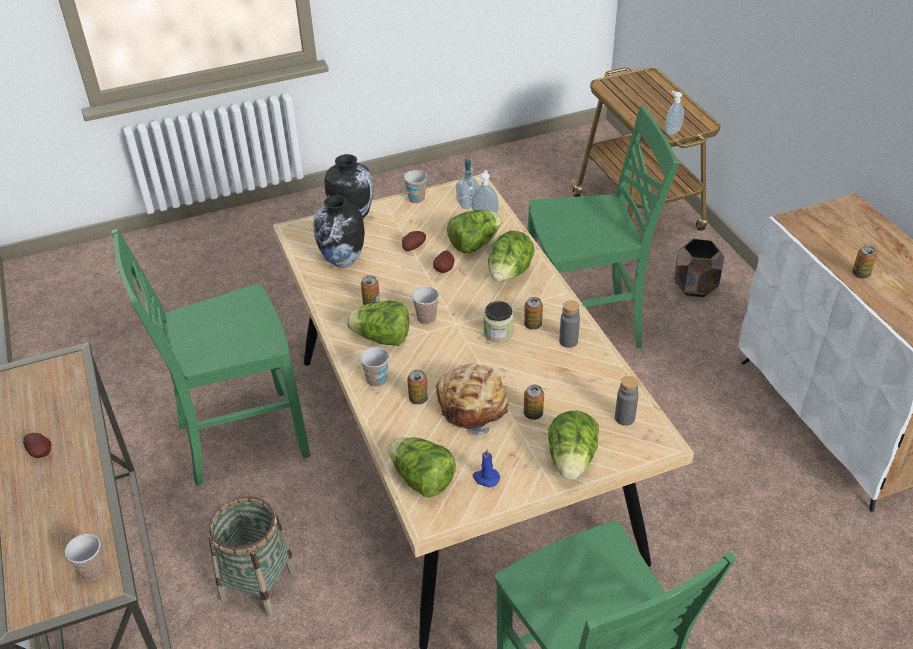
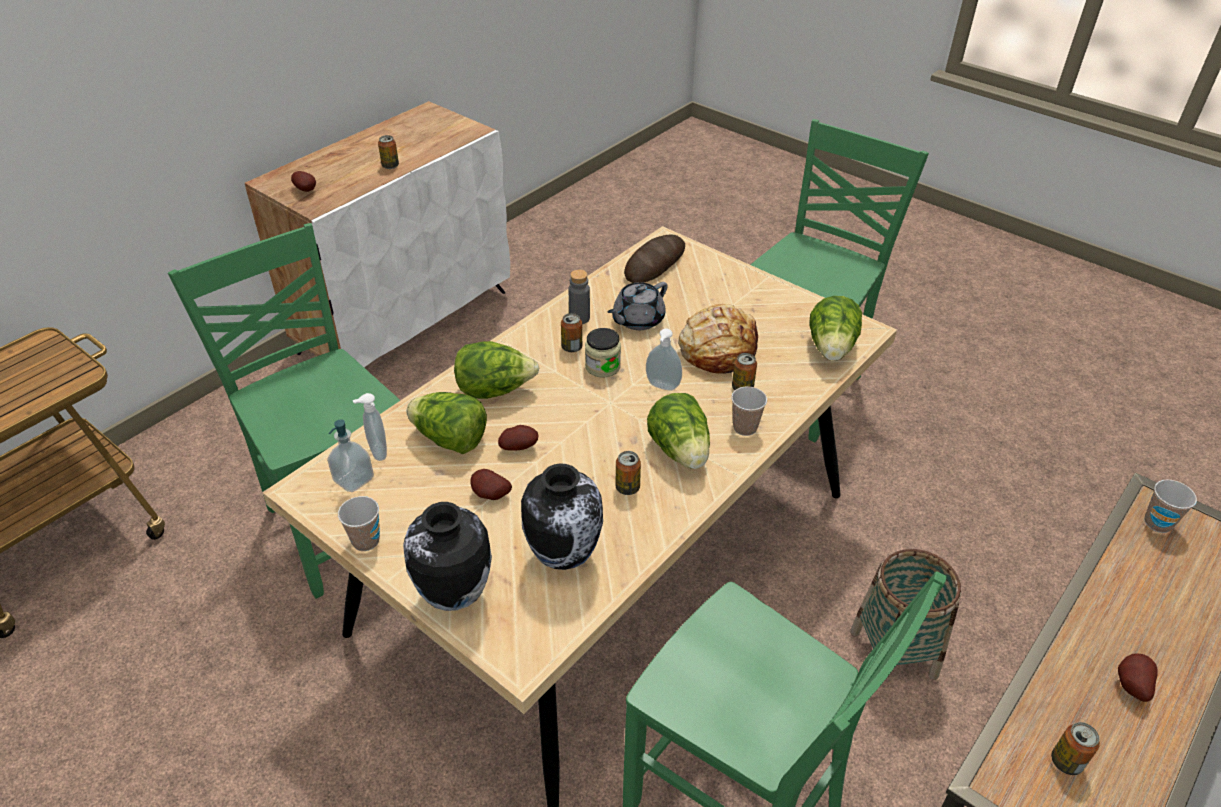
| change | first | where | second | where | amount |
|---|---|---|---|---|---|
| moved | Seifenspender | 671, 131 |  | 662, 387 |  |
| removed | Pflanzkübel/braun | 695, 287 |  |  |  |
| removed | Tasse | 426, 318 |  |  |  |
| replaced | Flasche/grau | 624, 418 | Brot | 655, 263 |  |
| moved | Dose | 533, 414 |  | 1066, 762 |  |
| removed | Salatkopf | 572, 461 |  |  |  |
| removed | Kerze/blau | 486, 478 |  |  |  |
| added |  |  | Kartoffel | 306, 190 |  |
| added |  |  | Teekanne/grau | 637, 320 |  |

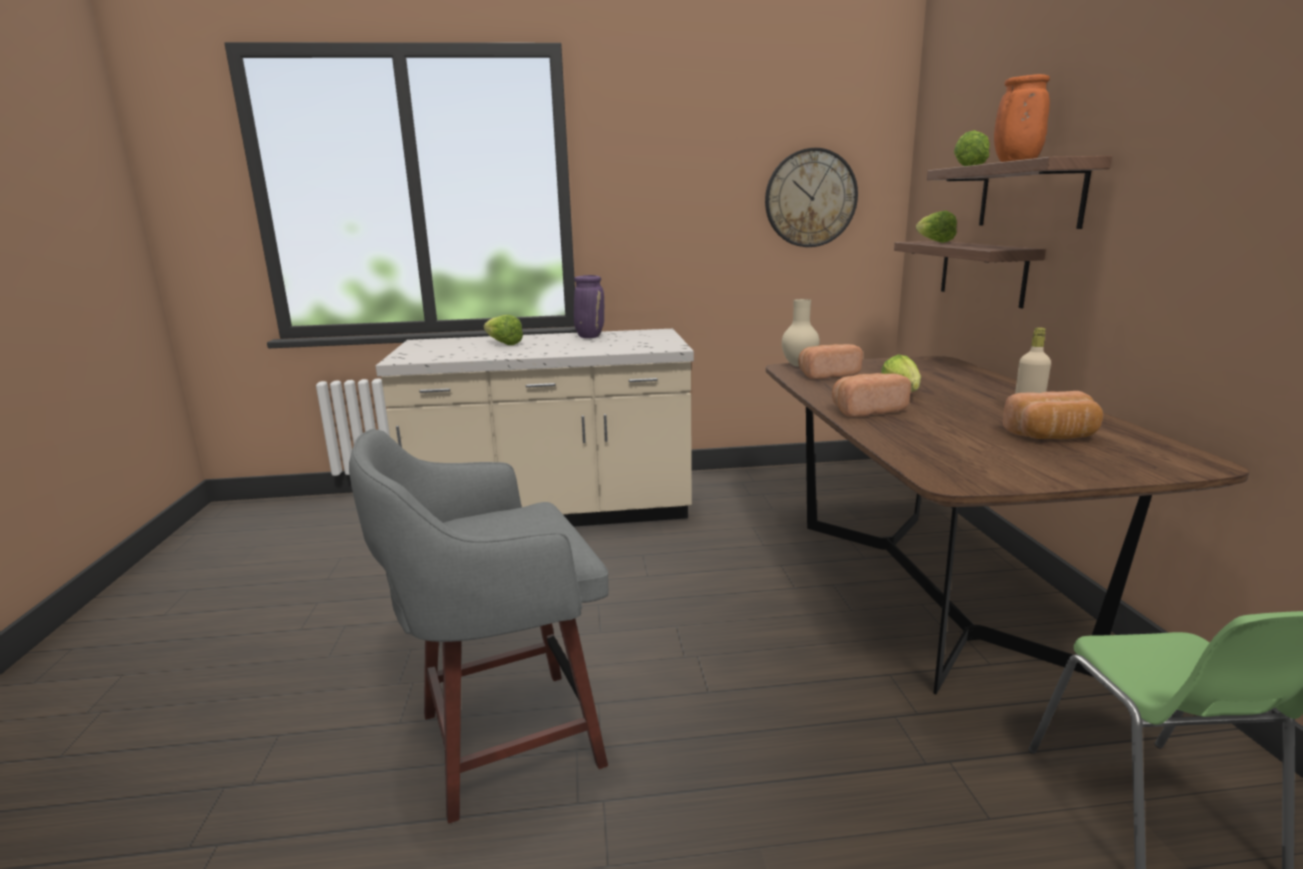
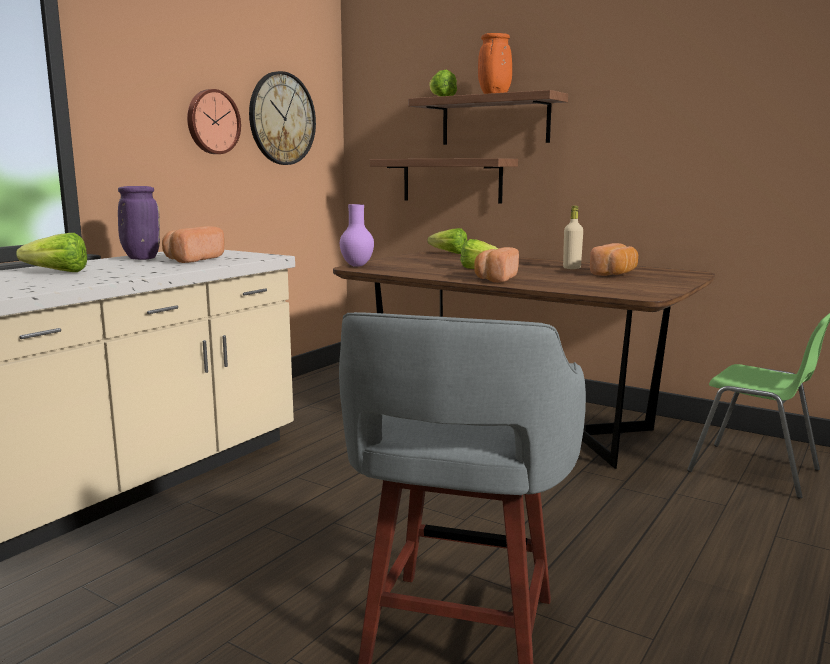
| change | first | where | second | where | amount |
|---|---|---|---|---|---|
| moved | Salatkopf | 932, 242 |  | 446, 253 |  |
| recoloured | Vase/beige | 798, 365 | Vase/lila | 356, 265 |  |
| moved | Brot | 826, 375 |  | 192, 260 |  |
| added |  |  | Wanduhr | 212, 122 |  |

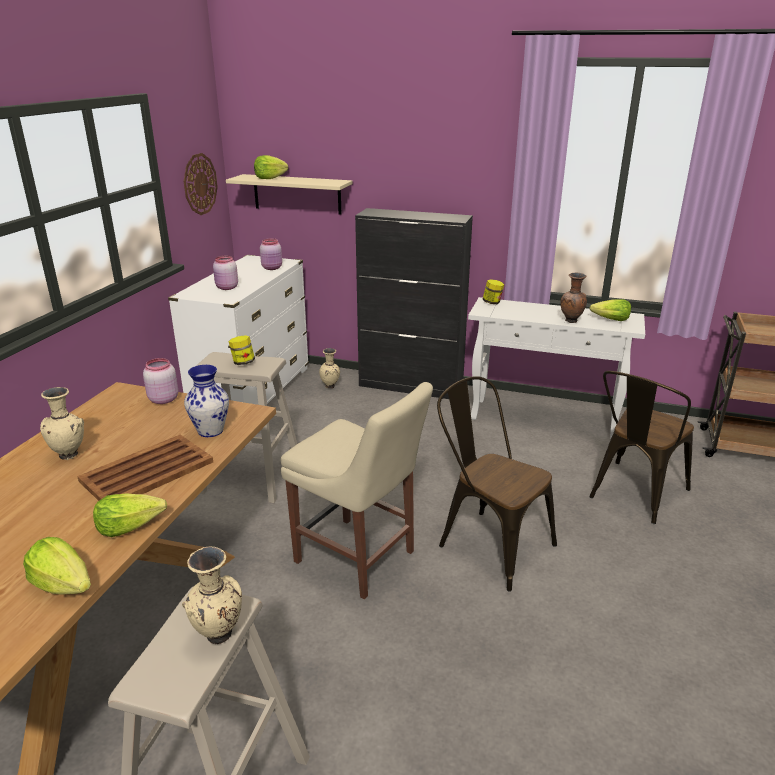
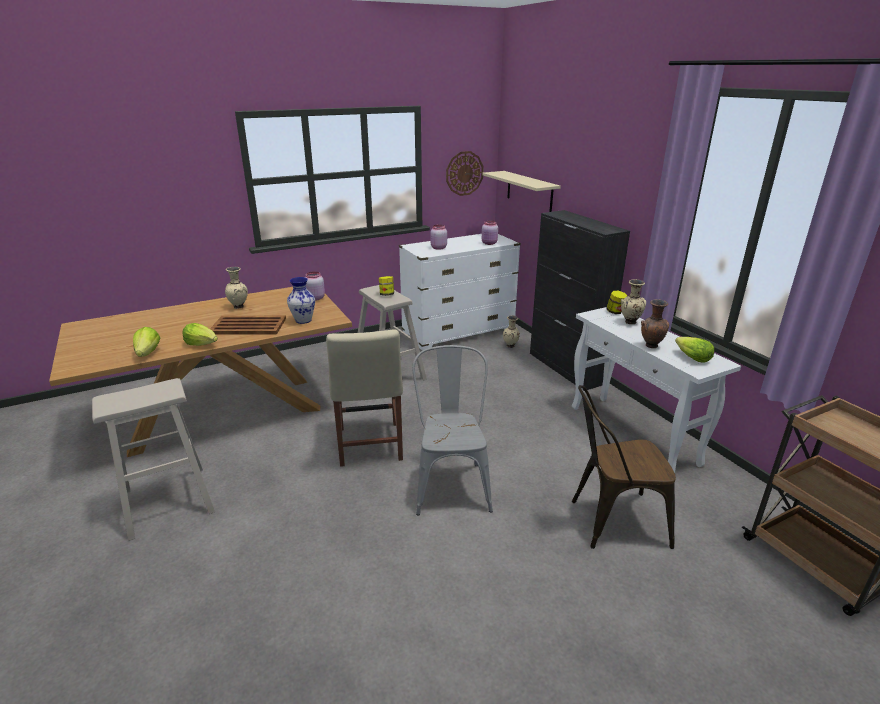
| change | first | where | second | where | amount |
|---|---|---|---|---|---|
| removed | Salatkopf | 270, 178 |  |  |  |
| recoloured | Stuhl/braun | 488, 543 | Stuhl/grau | 451, 483 |  |
| moved | Vase/beige | 219, 637 |  | 630, 323 |  |

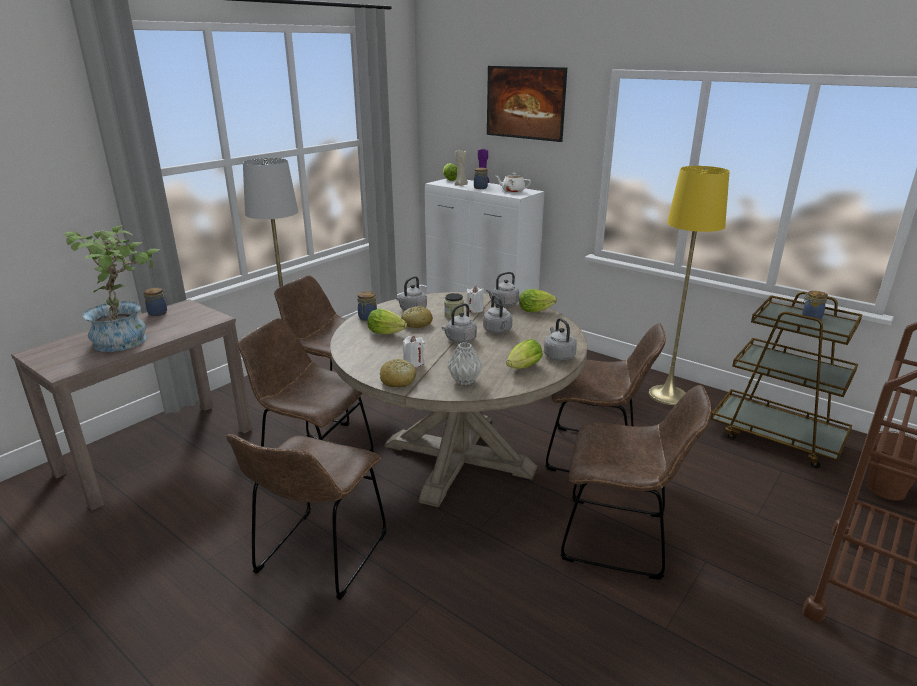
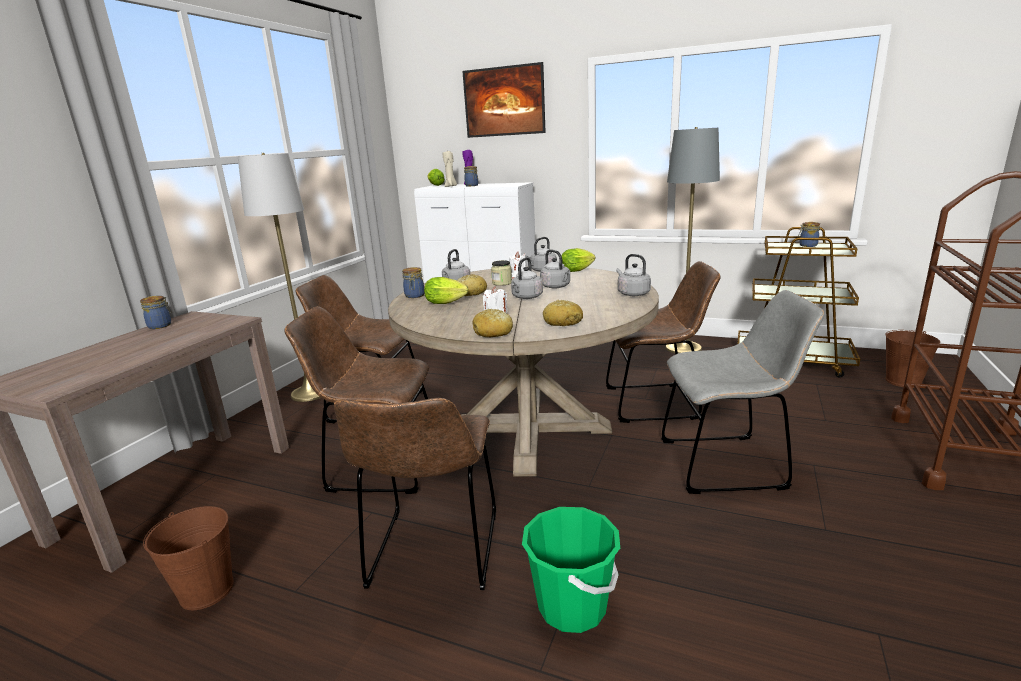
| change | first | where | second | where | amount |
|---|---|---|---|---|---|
| recoloured | Stehlampe/gelb | 668, 395 | Stehlampe/grau | 683, 348 |  |
| removed | Teekanne/weiß | 512, 191 |  |  |  |
| removed | Topfpflanze | 128, 339 |  |  |  |
| removed | Salatkopf | 522, 368 |  |  |  |
| replaced | Vase/grau | 465, 380 | Brot | 563, 322 |  |
| recoloured | Stuhl/braun | 621, 538 | Stuhl/grau | 728, 463 |  |
| added |  |  | Eimer/braun | 207, 590 |  |
| added |  |  | Eimer/grün | 572, 606 |  |

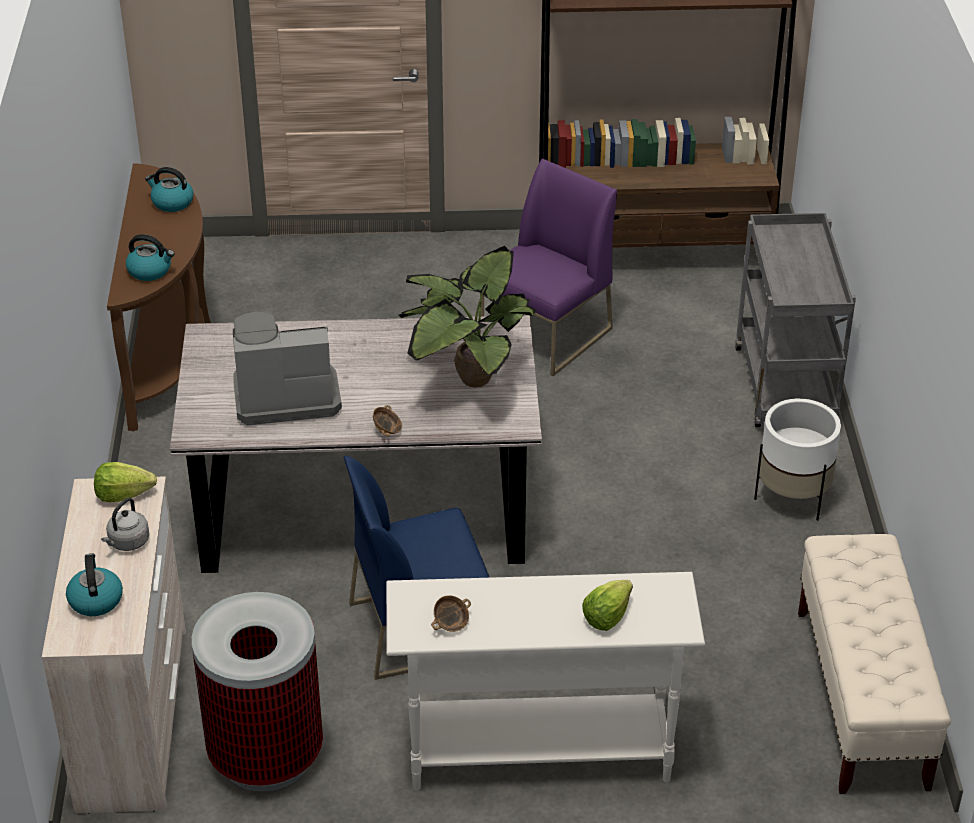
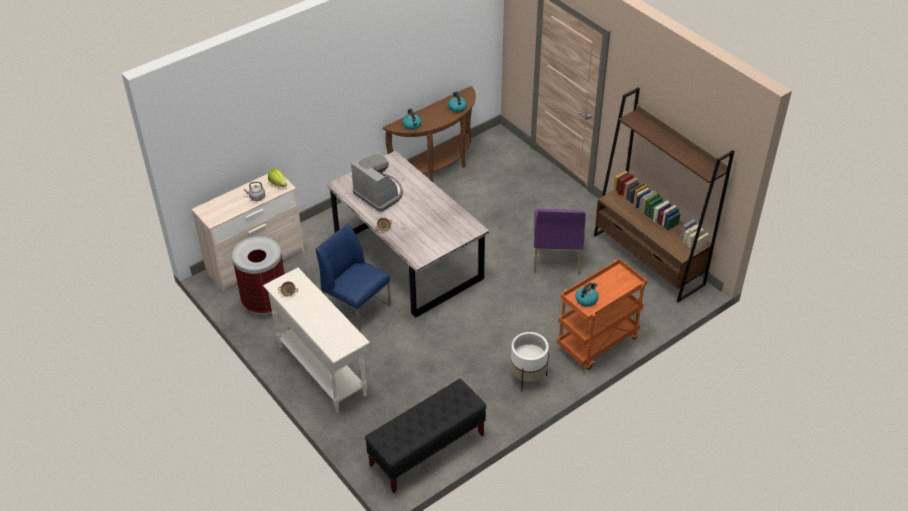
| change | first | where | second | where | amount |
|---|---|---|---|---|---|
| turned | Stuhl/lila | 546, 335 |  | 556, 256 | 90 degrees clockwise |
| recoloured | Rollwagen/grau | 786, 389 | Rollwagen/orange | 597, 344 |  |
| removed | Topfpflanze | 469, 378 |  |  |  |
| recoloured | Bank/beige | 861, 699 | Bank/schwarz | 427, 450 |  |
| moved | Wasserkessel | 95, 599 |  | 586, 299 |  |
| removed | Salatkopf | 607, 616 |  |  |  |

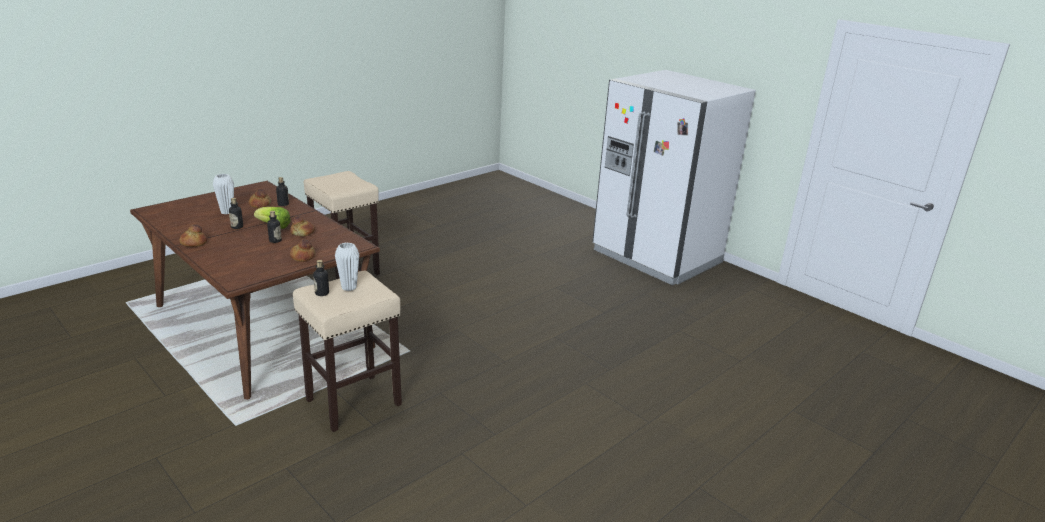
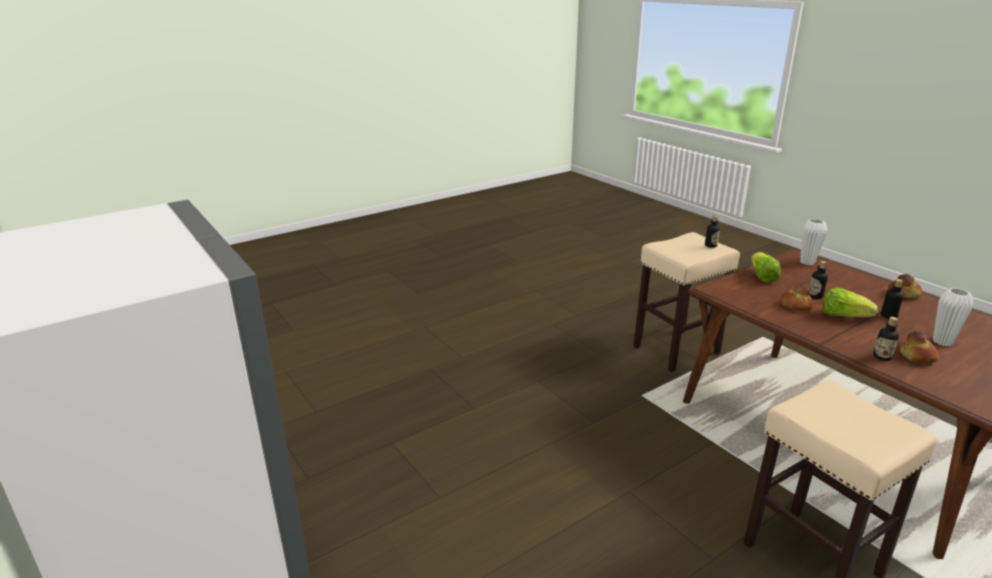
| change | first | where | second | where | amount |
|---|---|---|---|---|---|
| replaced | Brot | 303, 256 | Salatkopf | 762, 277 |  |
| moved | Vase/weiß | 349, 287 |  | 807, 262 |  |

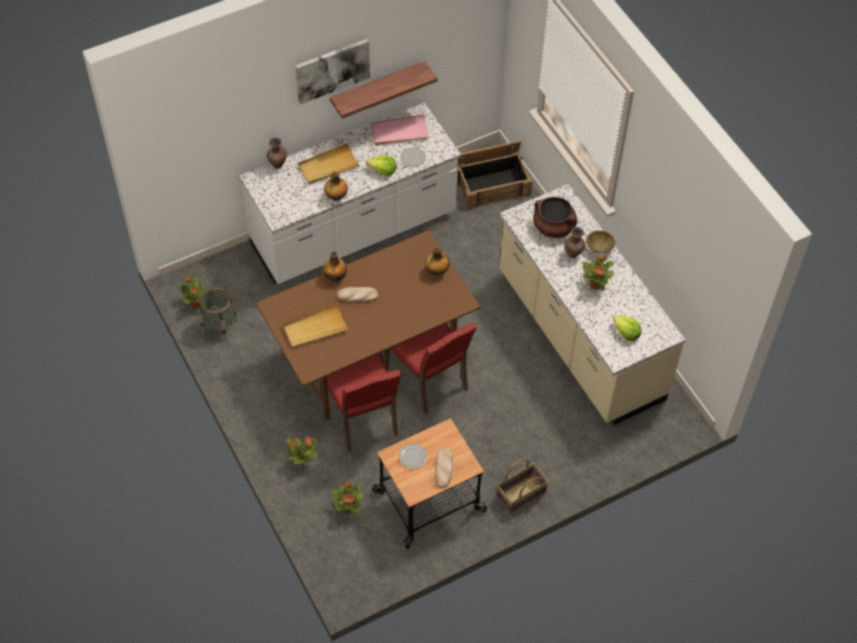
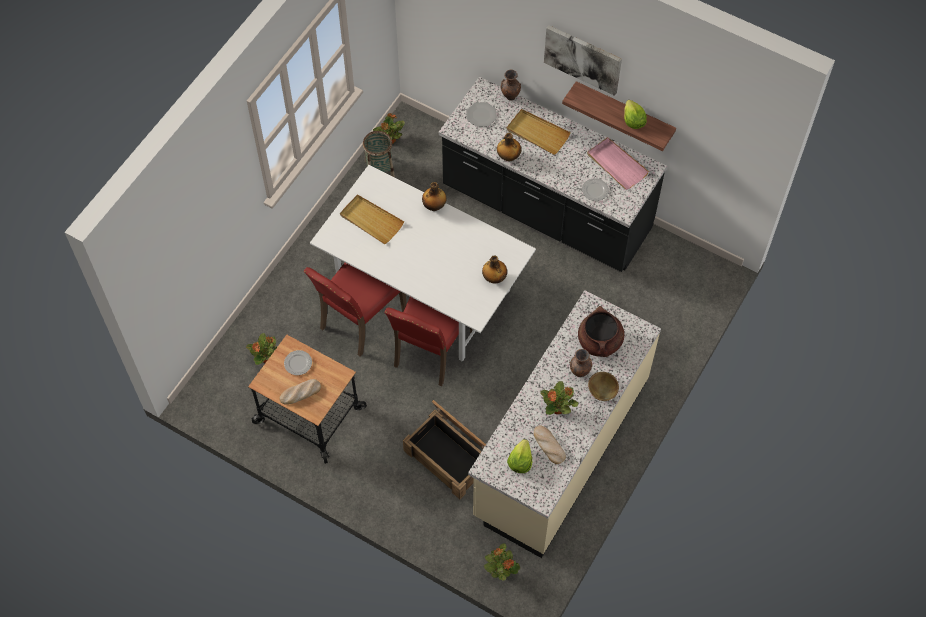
| change | first | where | second | where | amount |
|---|---|---|---|---|---|
| recoloured | Küchenzeile/weiß | 353, 231 | Küchenzeile/schwarz | 546, 209 |  |
| moved | Kiste | 491, 183 |  | 452, 454 |  |
| moved | Salatkopf | 383, 171 |  | 633, 120 |  |
| recoloured | Esstisch/braun | 369, 357 | Esstisch/weiß | 423, 293 |  |
| moved | Brot | 357, 296 |  | 548, 445 |  |
| moved | Topfpflanze | 302, 460 |  | 501, 570 |  |
| removed | Korb | 521, 496 |  |  |  |
| added |  |  | Teller | 481, 115 |  |

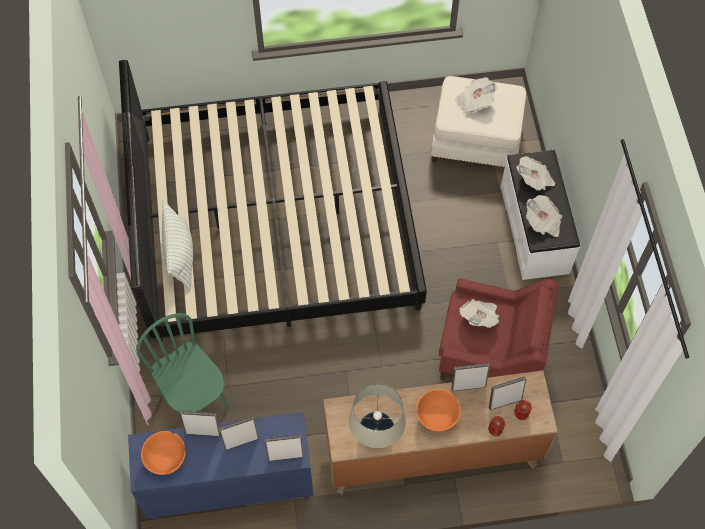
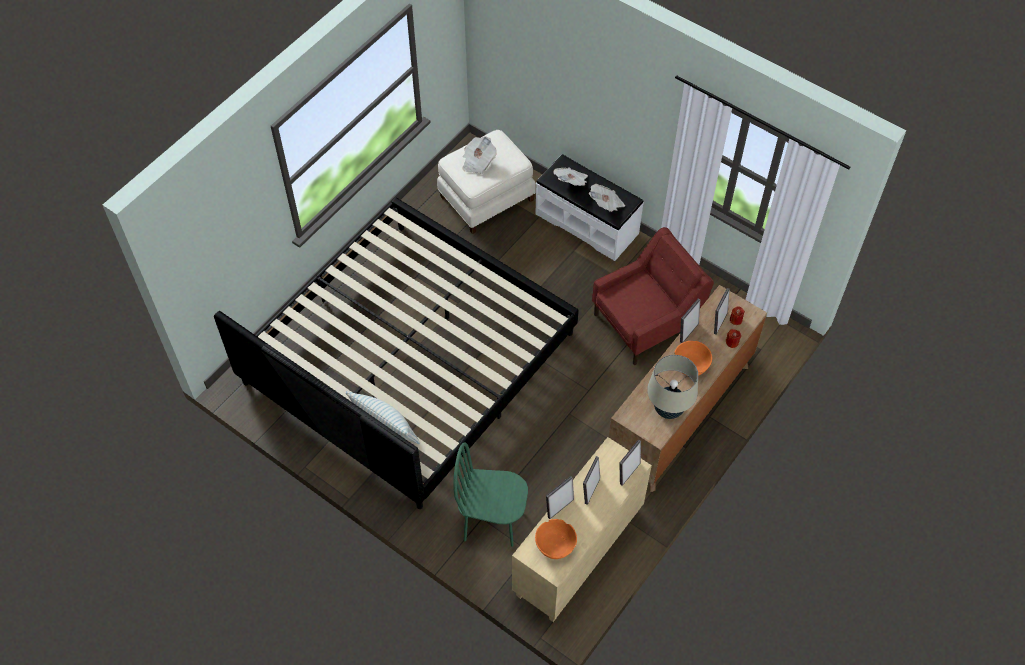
| change | first | where | second | where | amount |
|---|---|---|---|---|---|
| removed | Zeitung | 480, 317 |  |  |  |
| recoloured | Schrank/blau | 228, 486 | Schrank/beige | 578, 554 |  |

